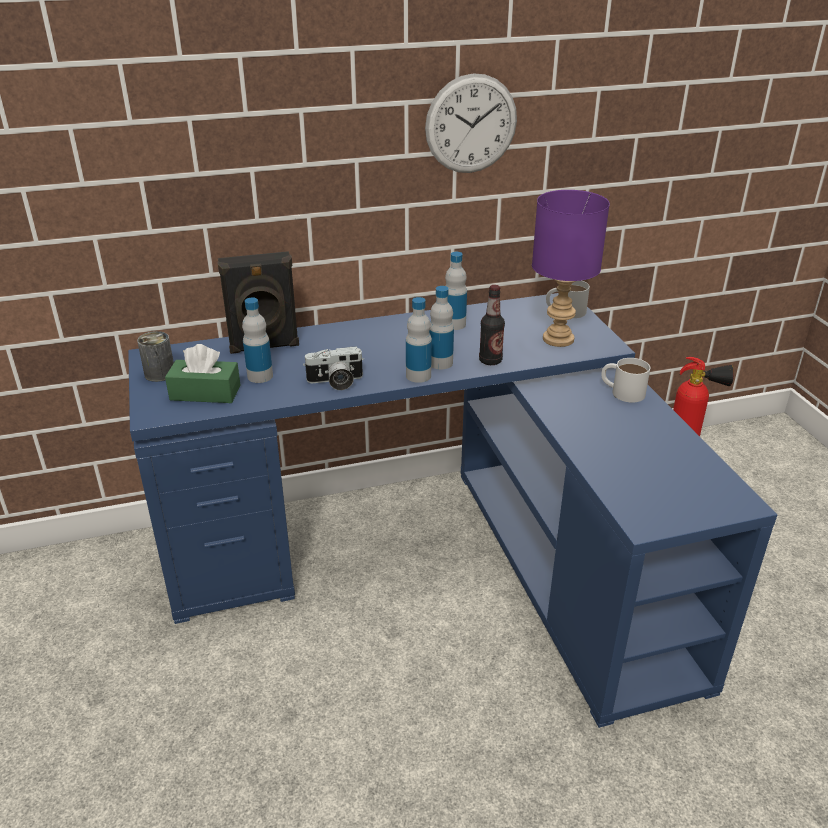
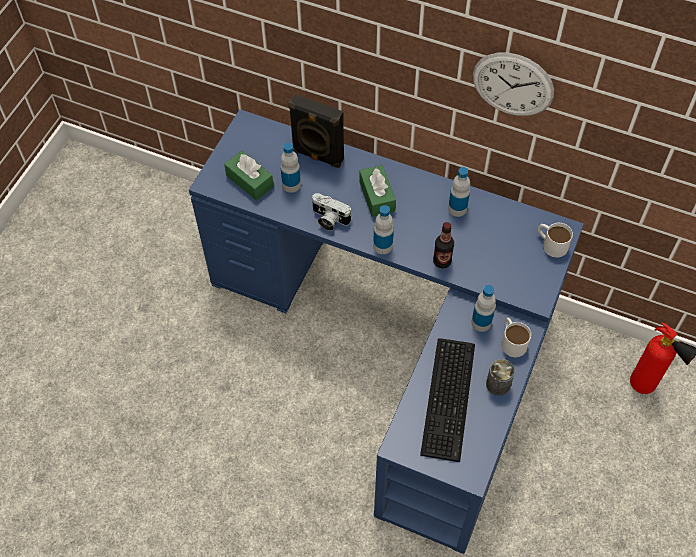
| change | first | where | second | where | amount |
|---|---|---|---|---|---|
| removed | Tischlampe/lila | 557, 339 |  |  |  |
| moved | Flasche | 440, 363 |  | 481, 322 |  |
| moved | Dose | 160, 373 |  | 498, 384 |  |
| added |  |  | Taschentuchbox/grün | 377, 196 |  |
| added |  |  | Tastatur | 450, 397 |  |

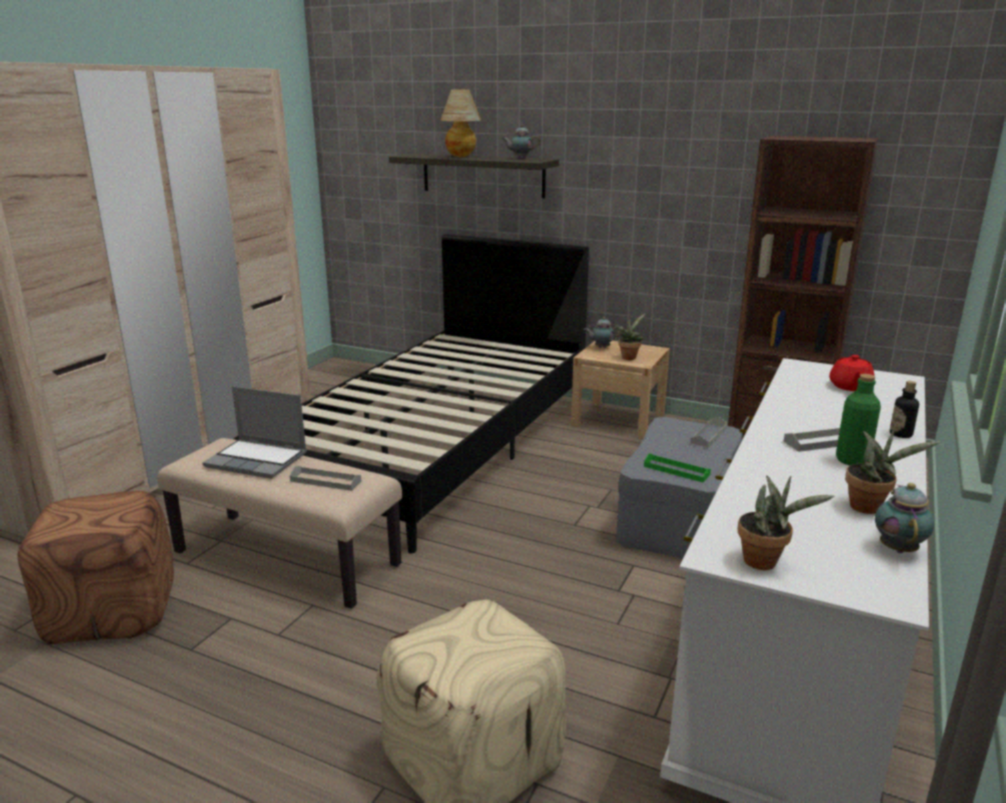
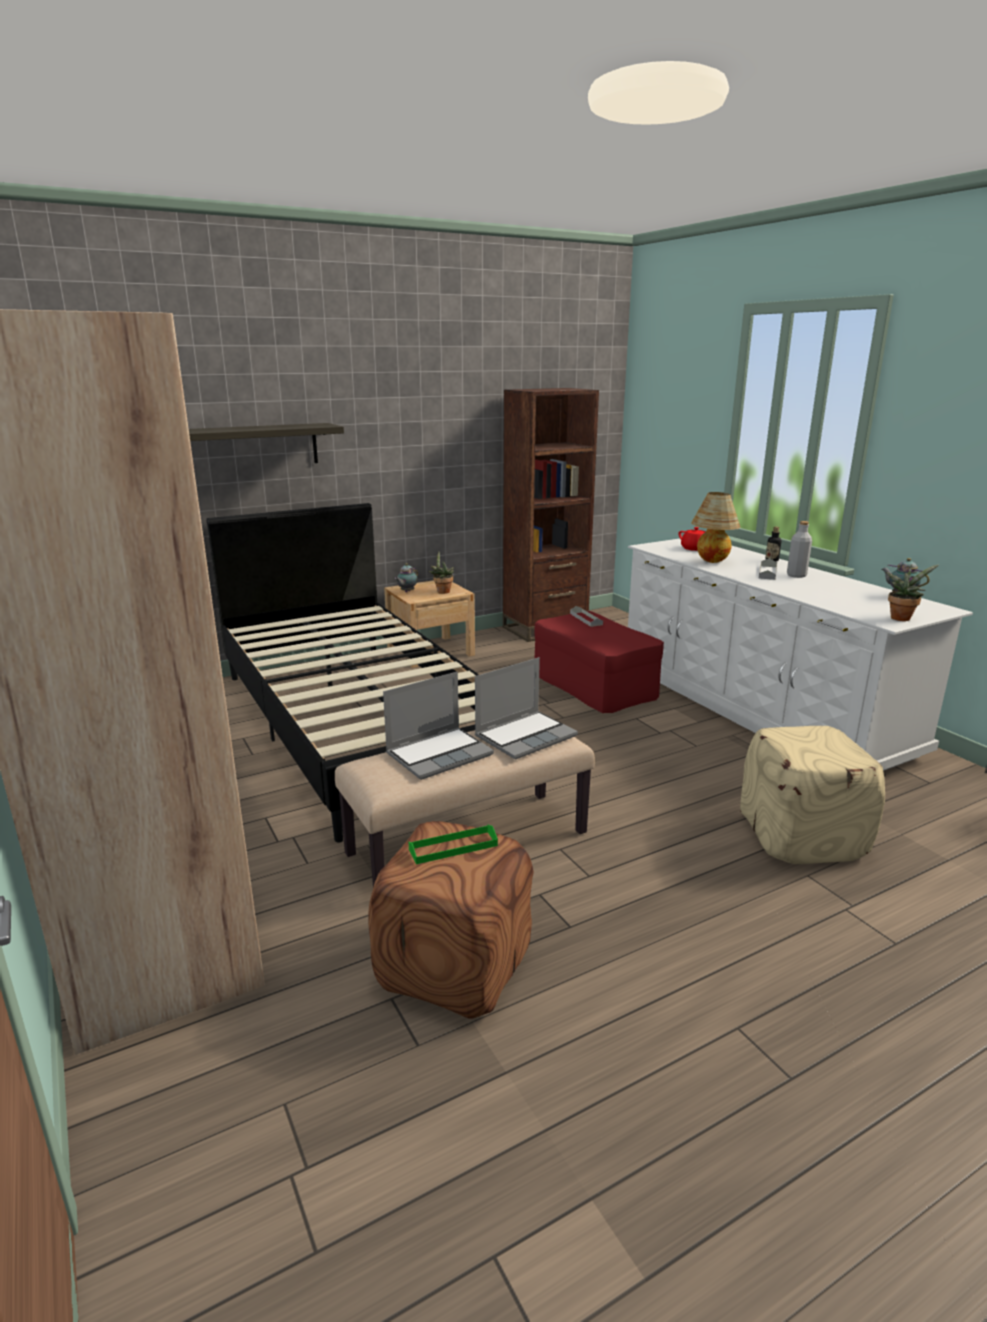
| change | first | where | second | where | amount |
|---|---|---|---|---|---|
| moved | Tischlampe | 461, 157 |  | 711, 562 |  |
| removed | Teekanne | 520, 159 |  |  |  |
| recoloured | Flasche/grün | 852, 460 | Flasche/grau | 796, 575 |  |
| recoloured | Polsterhocker/grau | 678, 516 | Polsterhocker/rot | 594, 685 |  |
| removed | Topfpflanze | 869, 507 |  |  |  |
| moved | Tablett/grün | 676, 470 |  | 453, 847 |  |
| replaced | Tablett/grau | 325, 481 | Laptop | 525, 736 |  |

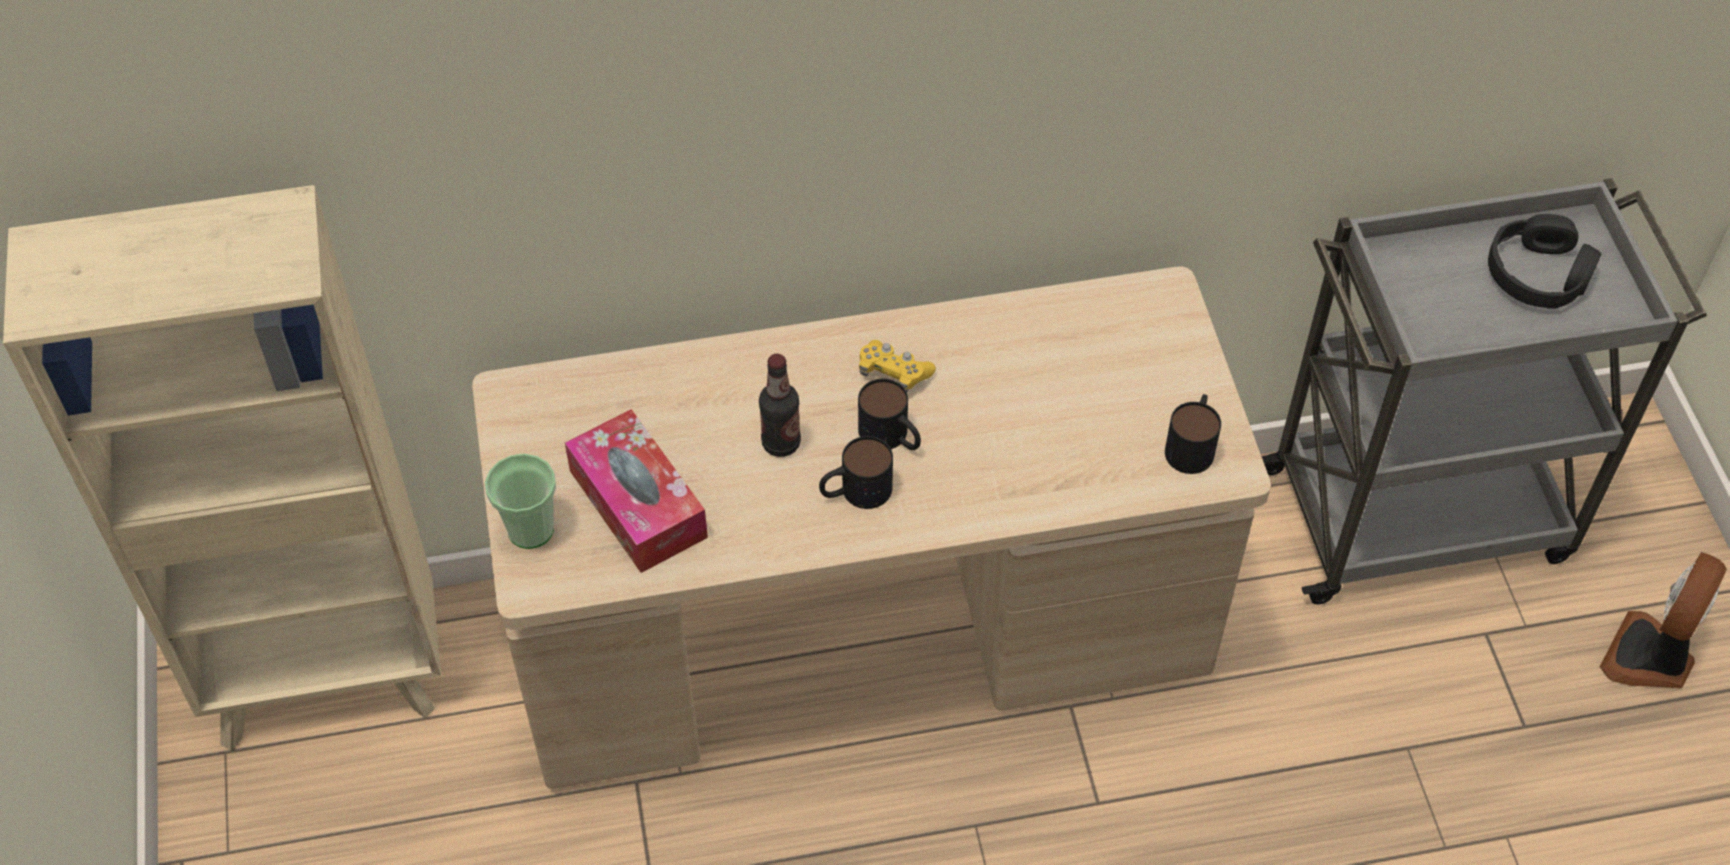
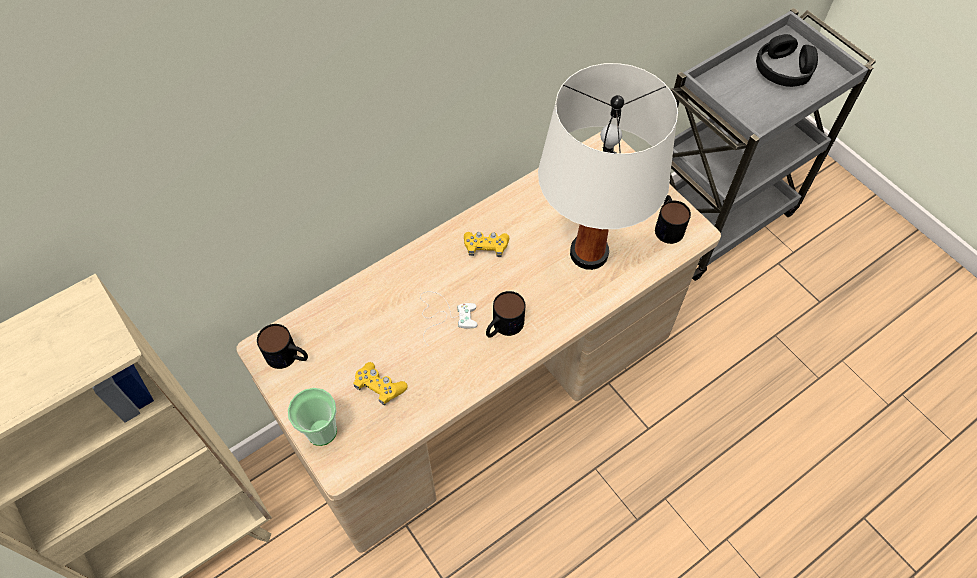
| change | first | where | second | where | amount |
|---|---|---|---|---|---|
| replaced | Flasche | 781, 443 | Gamepad/weiß | 444, 314 |  |
| moved | Henkelbecher | 891, 437 |  | 288, 356 |  |
| replaced | Taschentuchbox | 638, 504 | Gamepad/gelb | 379, 387 |  |
| removed | Ventilator | 1650, 658 |  |  |  |
| added |  |  | Tischlampe/weiß | 589, 253 |  |

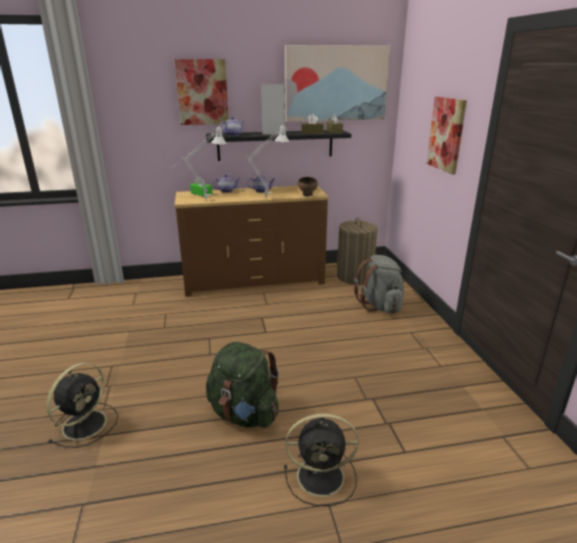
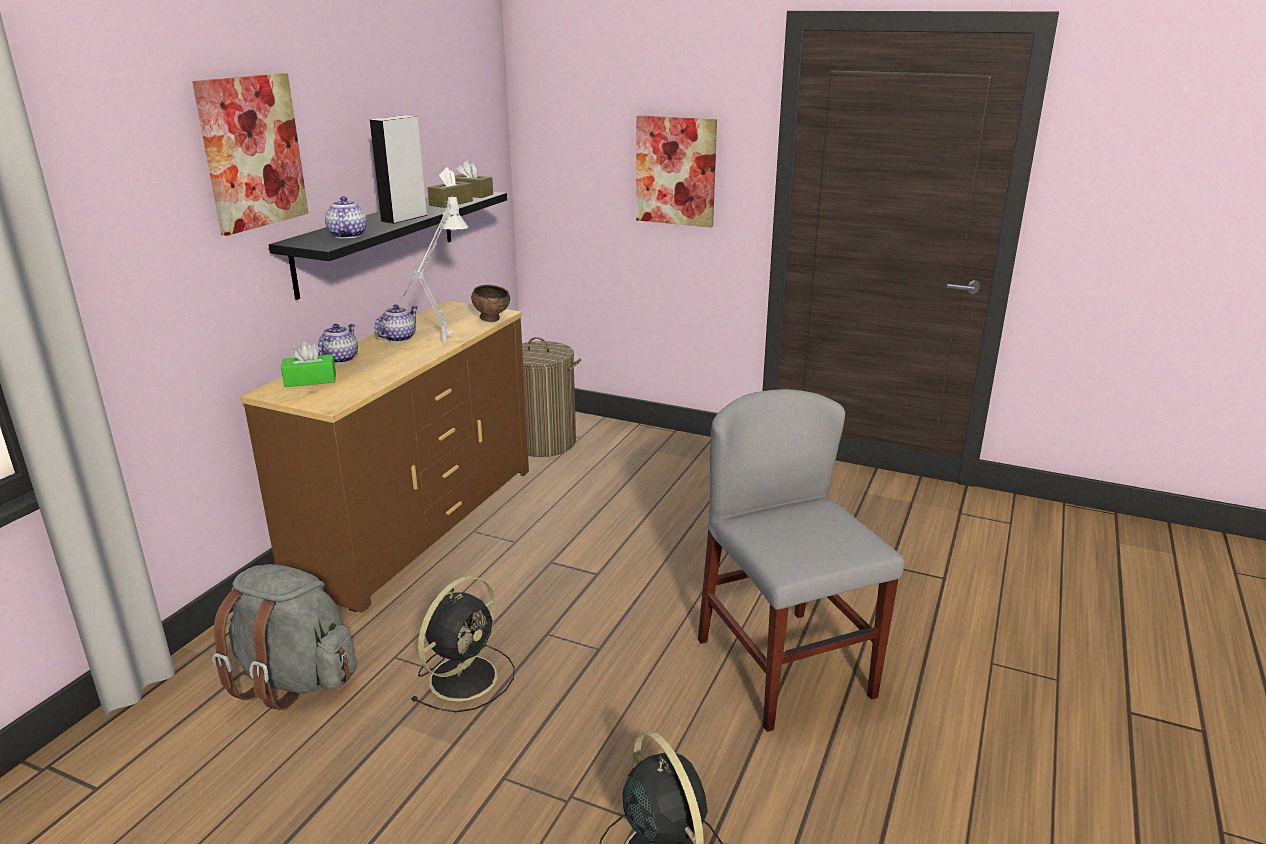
| change | first | where | second | where | amount |
|---|---|---|---|---|---|
| removed | Bild | 336, 83 |  |  |  |
| removed | Tischlampe/grau | 201, 200 |  |  |  |
| moved | Rucksack/grau | 380, 306 |  | 294, 679 |  |
| replaced | Rucksack/grün | 244, 414 | Stuhl/grau | 784, 668 |  |
| moved | Ventilator/schwarz | 322, 476 |  | 465, 676 |  |

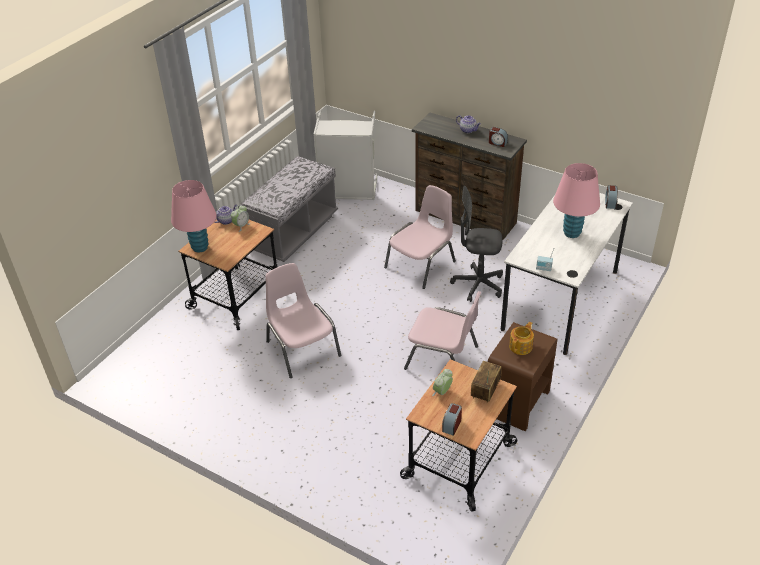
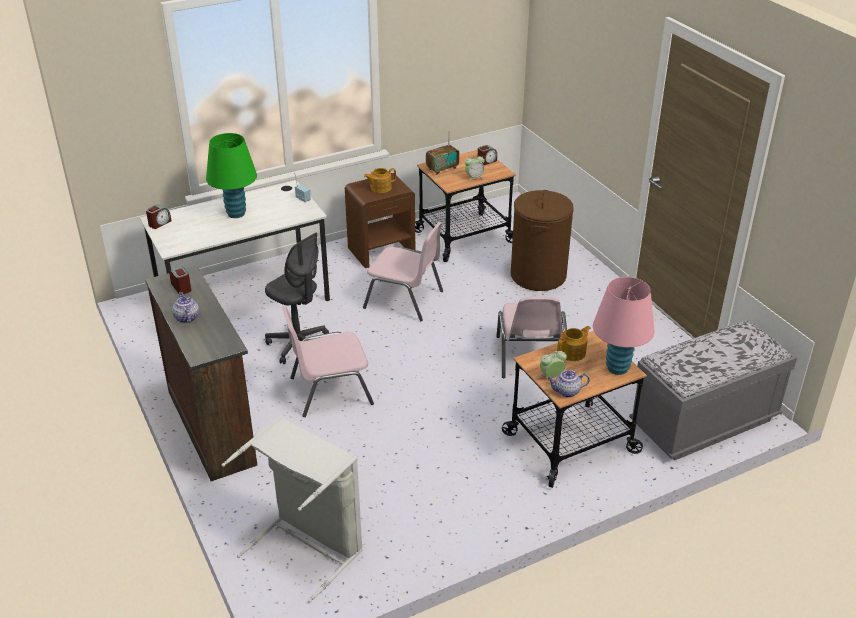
| change | first | where | second | where | amount |
|---|---|---|---|---|---|
| moved | Bank/grau | 293, 232 |  | 704, 422 |  |
| recoloured | Tischlampe/rosa | 572, 233 | Tischlampe/grün | 236, 214 |  |
| turned | Stuhl/rosa | 443, 357 |  | 405, 300 | 150 degrees clockwise |
| added |  |  | Wäschekorb/braun | 538, 275 |  |
| added |  |  | Teekanne | 573, 352 |  |

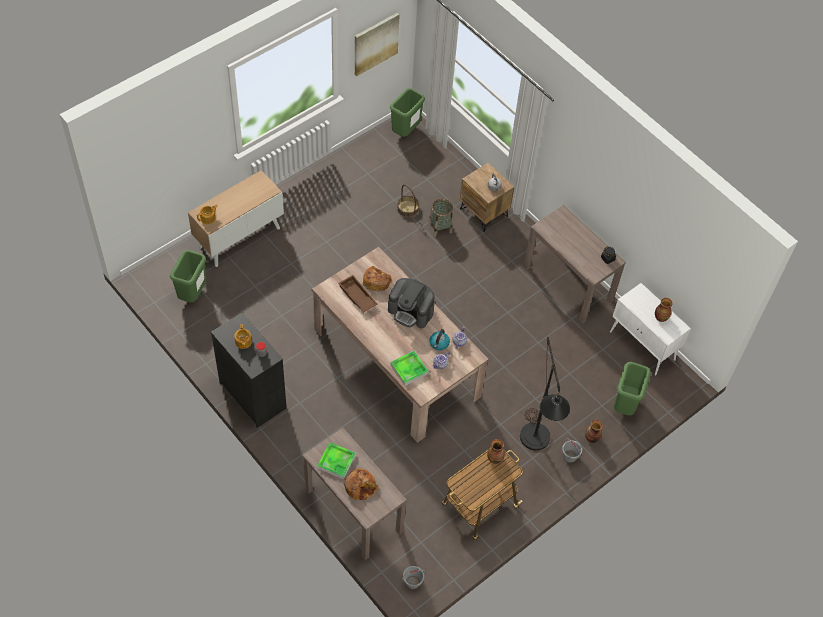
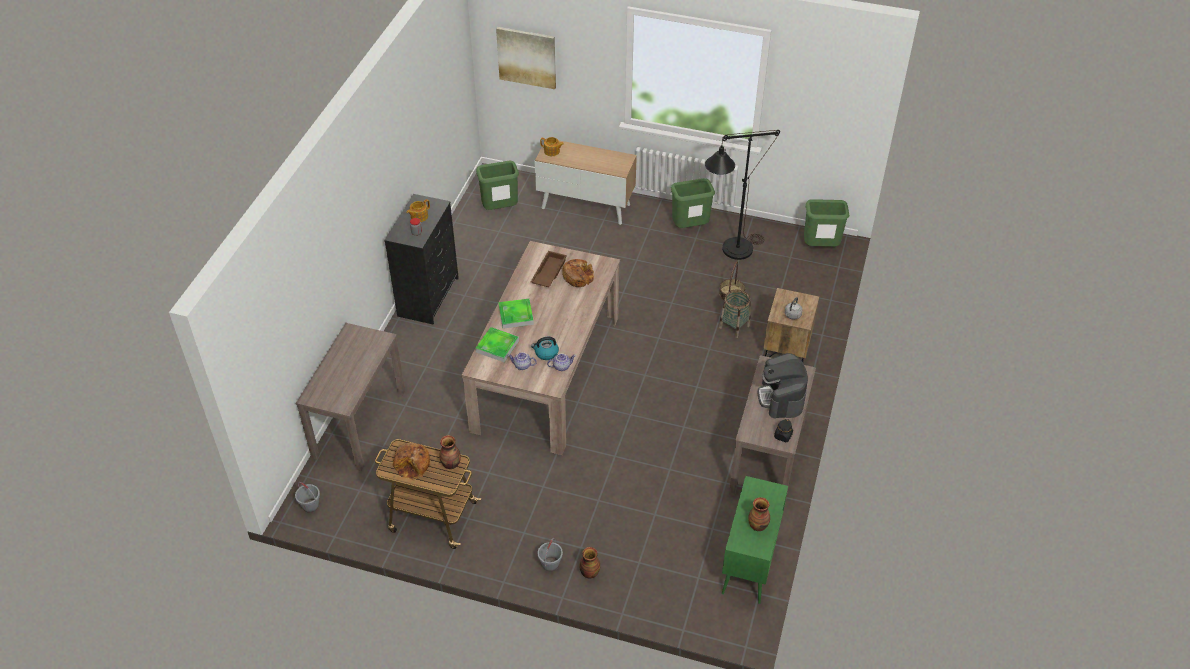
| change | first | where | second | where | amount |
|---|---|---|---|---|---|
| moved | Bild | 375, 43 |  | 527, 57 |  |
| moved | Kaffeemaschine | 411, 311 |  | 781, 397 |  |
| recoloured | Schrank/weiß | 642, 346 | Schrank/grün | 749, 563 |  |
| moved | Stehlampe/schwarz | 535, 445 |  | 730, 252 |  |
| moved | Mülleimer/grün | 624, 405 |  | 690, 227 |  |
| moved | Tablett | 336, 461 |  | 516, 315 |  |
| moved | Brot | 360, 486 |  | 413, 465 |  |

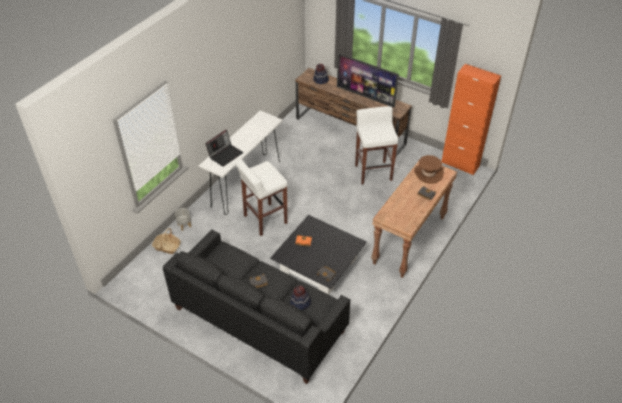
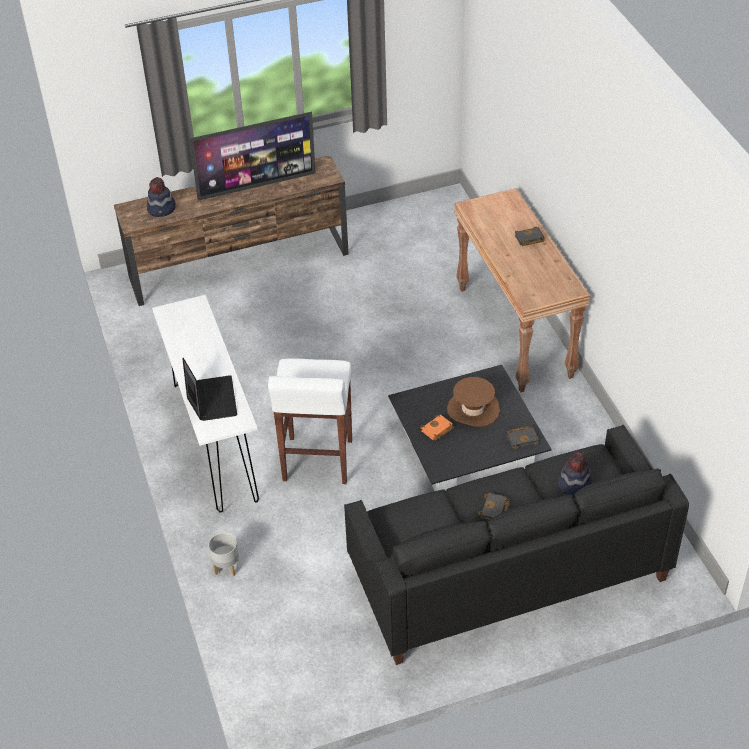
| change | first | where | second | where | amount |
|---|---|---|---|---|---|
| removed | Schrank/orange | 460, 164 |  |  |  |
| removed | Hocker/weiß | 373, 172 |  |  |  |
| moved | Hut/braun | 428, 173 |  | 473, 409 |  |
| removed | Korb | 167, 247 |  |  |  |

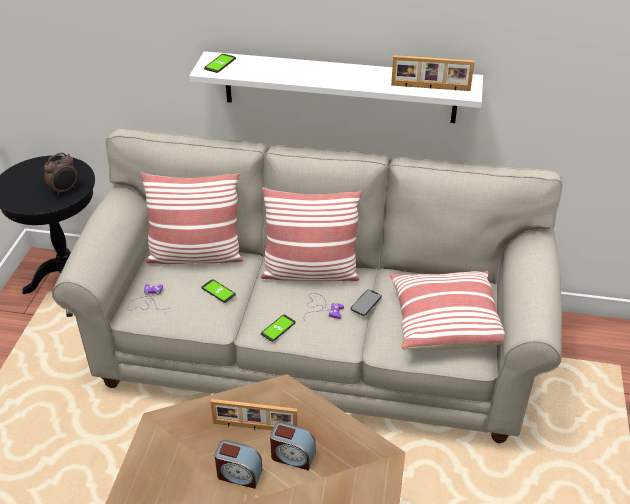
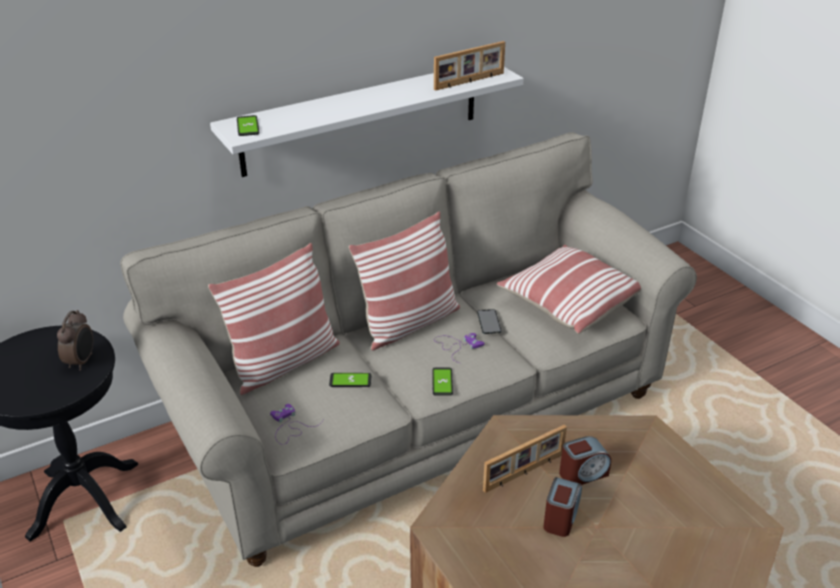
| change | first | where | second | where | amount |
|---|---|---|---|---|---|
| turned | Wecker | 239, 474 |  | 561, 517 | 45 degrees counterclockwise |

